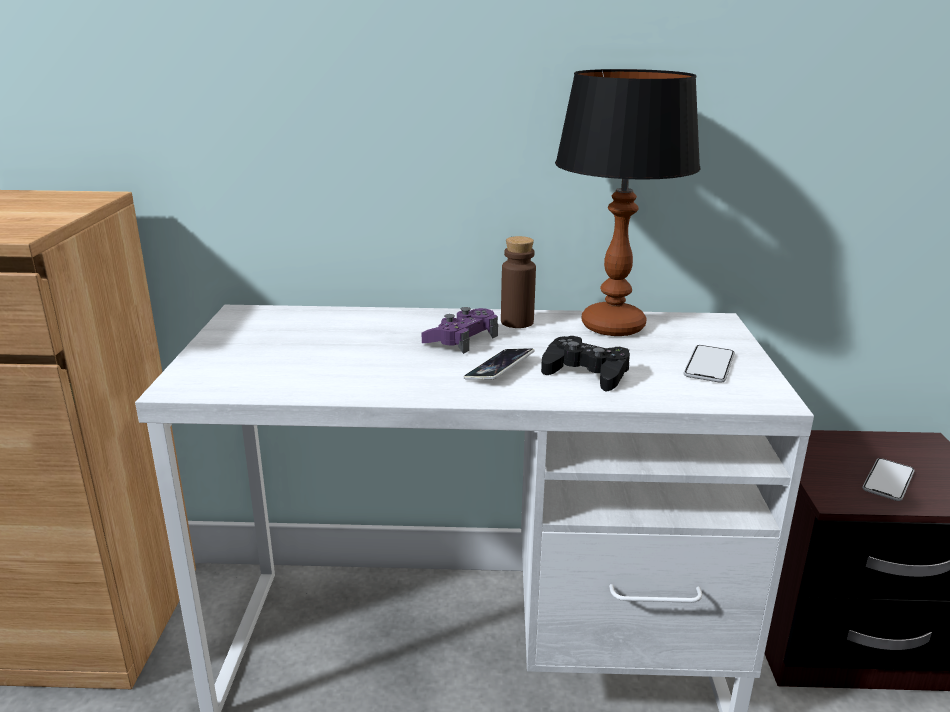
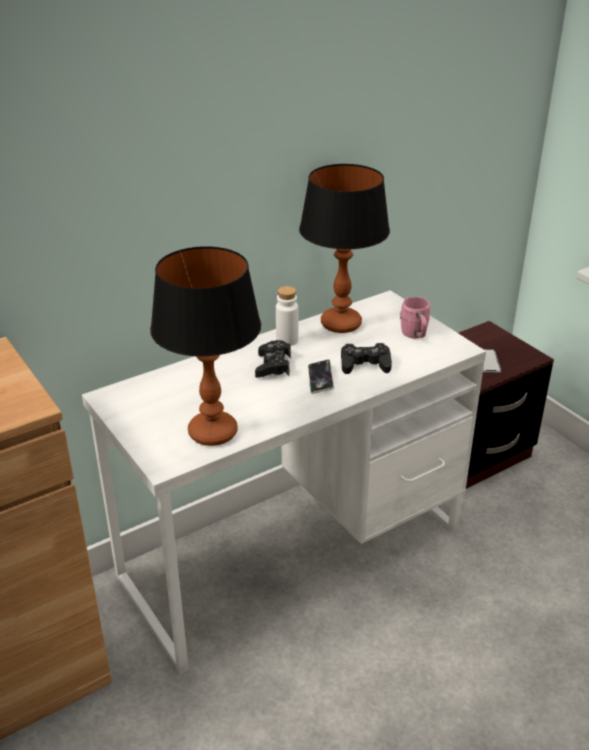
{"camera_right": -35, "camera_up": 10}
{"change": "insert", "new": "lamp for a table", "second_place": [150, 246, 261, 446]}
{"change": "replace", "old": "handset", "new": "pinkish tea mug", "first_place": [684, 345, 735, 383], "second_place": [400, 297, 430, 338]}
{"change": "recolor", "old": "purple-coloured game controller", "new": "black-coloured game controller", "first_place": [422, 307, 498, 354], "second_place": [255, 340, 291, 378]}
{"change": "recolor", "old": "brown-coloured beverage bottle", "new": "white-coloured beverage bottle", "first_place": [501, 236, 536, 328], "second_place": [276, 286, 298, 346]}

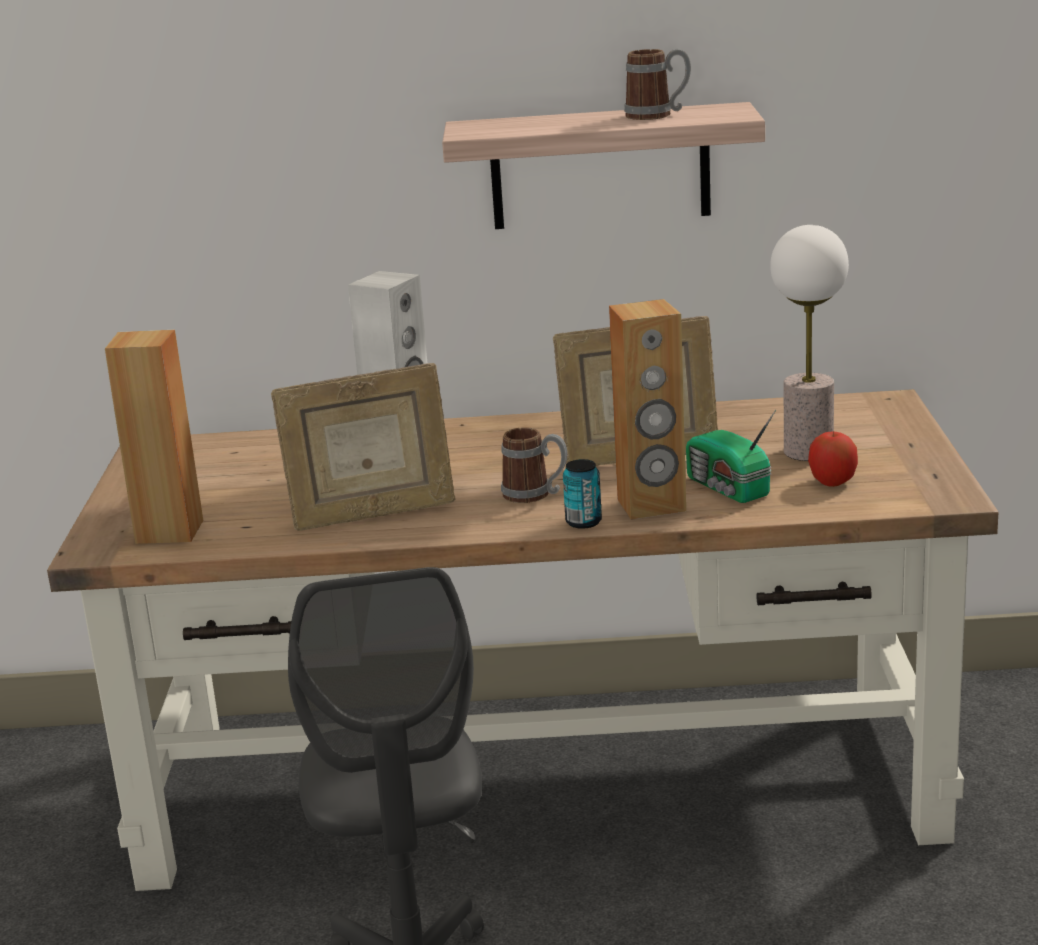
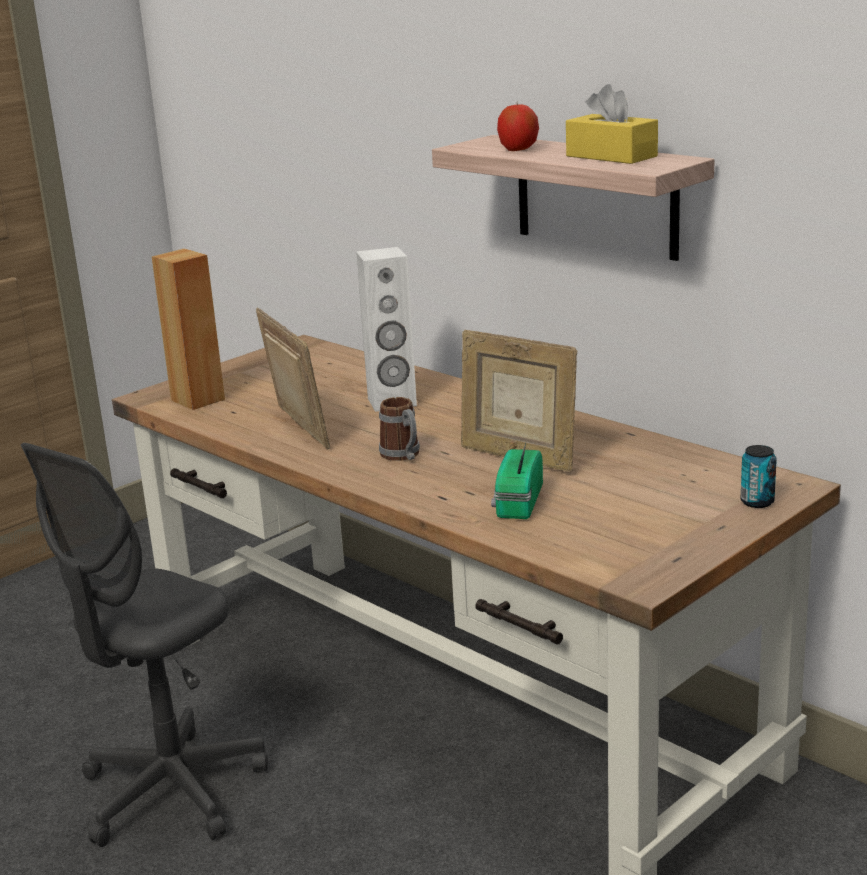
{"camera_right": 45, "camera_up": 0}
{"change": "delete", "old": "brown-coloured audio speaker", "first_place": [609, 299, 686, 520]}
{"change": "delete", "old": "lamp for a table", "first_place": [770, 225, 849, 461]}
{"change": "move", "old": "sealed can", "first_place": [563, 459, 602, 529], "second_place": [741, 445, 777, 508]}
{"change": "move", "old": "apple fruit", "first_place": [808, 431, 858, 487], "second_place": [497, 104, 539, 151]}
{"change": "replace", "old": "tea mug", "new": "yellow-coloured tissue box", "first_place": [624, 49, 691, 120], "second_place": [566, 84, 658, 164]}
{"change": "rotate", "old": "standing frame", "first_place": [271, 363, 455, 531], "second_place": [256, 308, 330, 449], "degrees": -150}

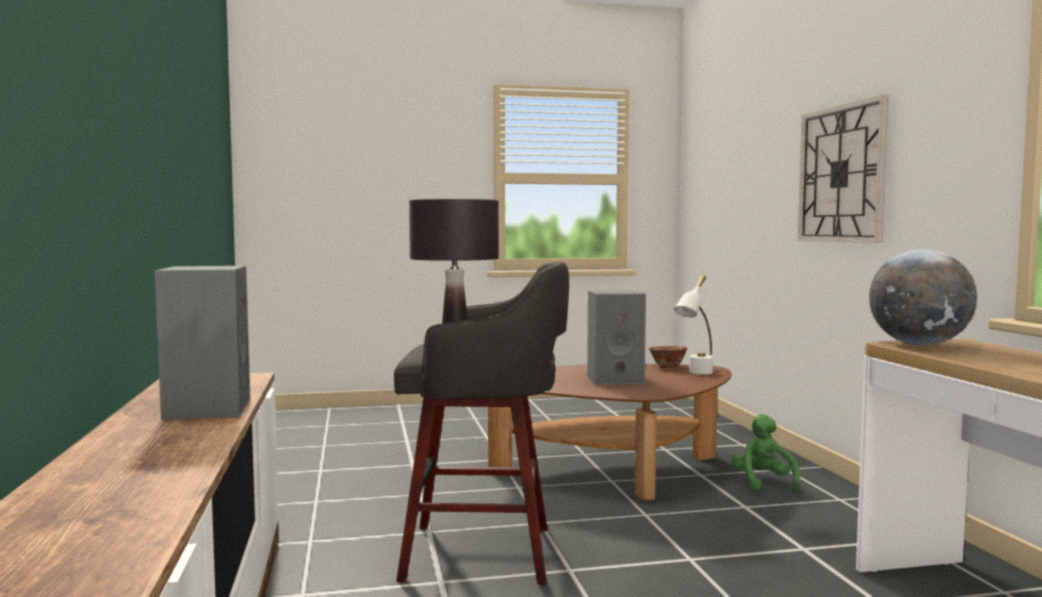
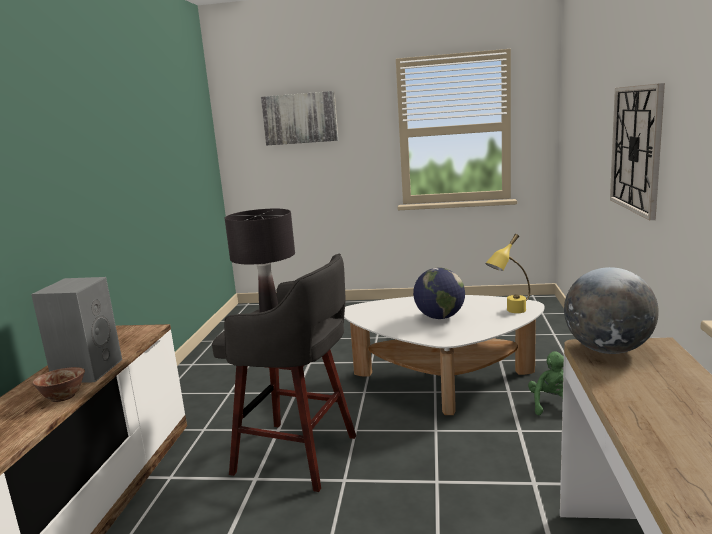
{"camera_right": 20, "camera_up": 10}
{"change": "insert", "new": "wall art", "second_place": [261, 91, 338, 145]}
{"change": "move", "old": "bowl", "first_place": [649, 346, 687, 368], "second_place": [32, 367, 85, 402]}
{"change": "replace", "old": "grey audio speaker", "new": "world globe", "first_place": [587, 290, 646, 385], "second_place": [413, 268, 465, 319]}
{"change": "recolor", "old": "brown-coloured low table", "new": "white-coloured low table", "first_place": [488, 364, 732, 500], "second_place": [344, 295, 544, 415]}
{"change": "recolor", "old": "white-coloured lamp for a table", "new": "yellow-coloured lamp for a table", "first_place": [674, 275, 713, 375], "second_place": [485, 234, 530, 313]}

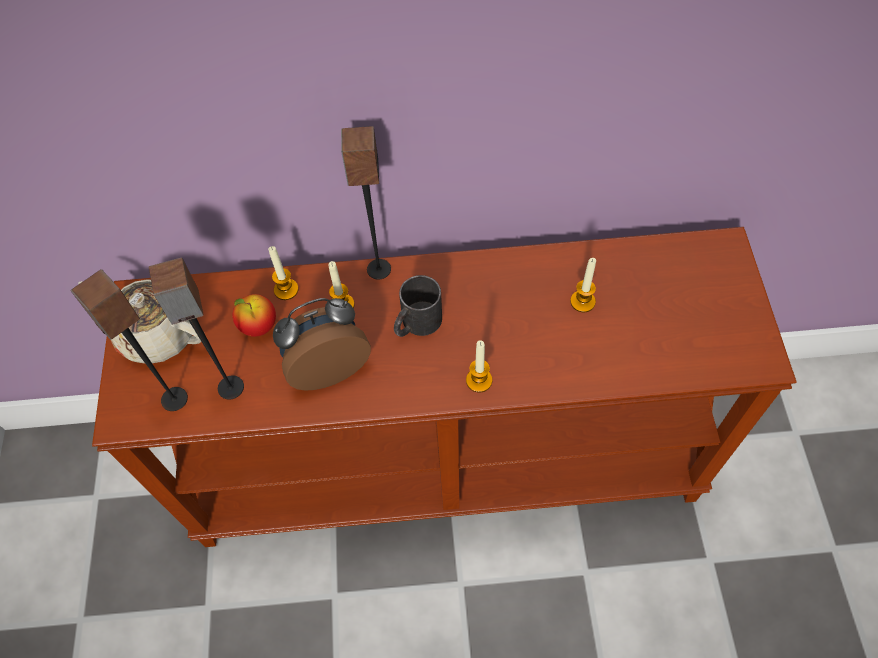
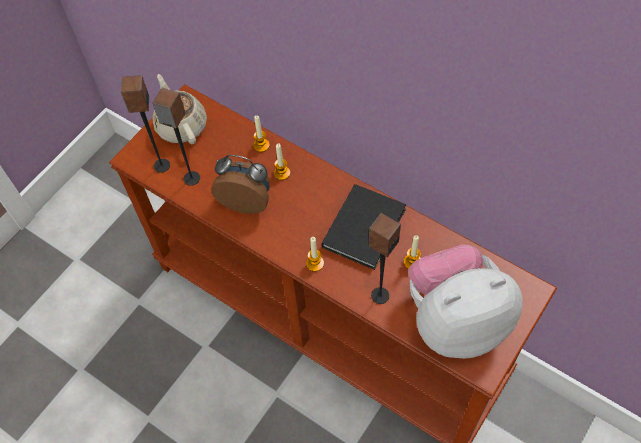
{"camera_right": 40, "camera_up": 0}
{"change": "delete", "old": "apple fruit", "first_place": [232, 294, 276, 337]}
{"change": "delete", "old": "black-coloured tea mug", "first_place": [394, 275, 442, 337]}
{"change": "insert", "new": "black-coloured book", "second_place": [322, 184, 406, 270]}
{"change": "insert", "new": "soft toy", "second_place": [409, 244, 523, 359]}
{"change": "move", "old": "audio speaker", "first_place": [341, 126, 391, 279], "second_place": [369, 213, 401, 304]}

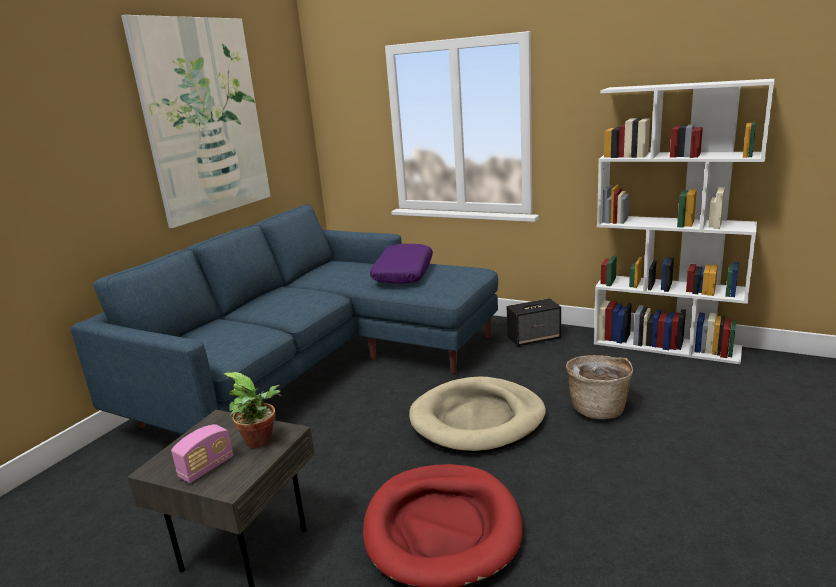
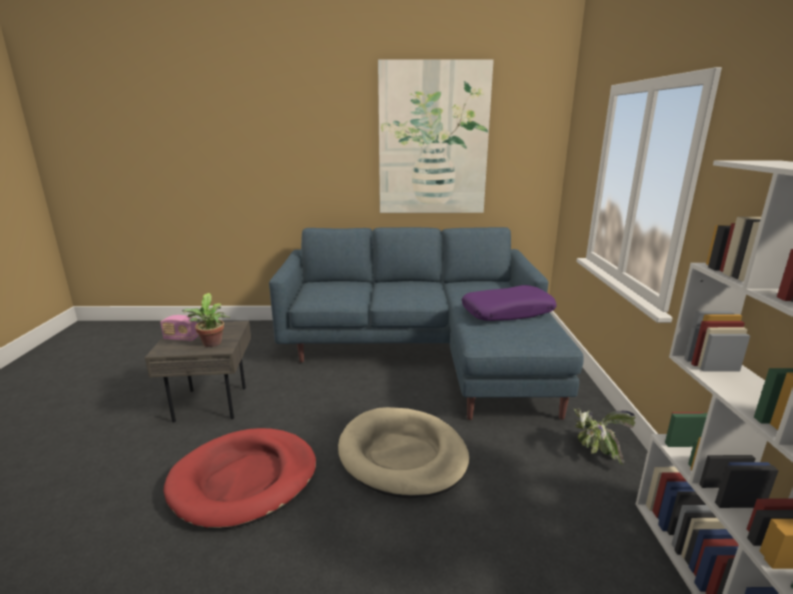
{"camera_right": 60, "camera_up": 0}
{"change": "delete", "old": "household basket", "first_place": [566, 355, 633, 419]}
{"change": "replace", "old": "audio speaker", "new": "houseplant", "first_place": [507, 298, 561, 347], "second_place": [574, 408, 636, 465]}

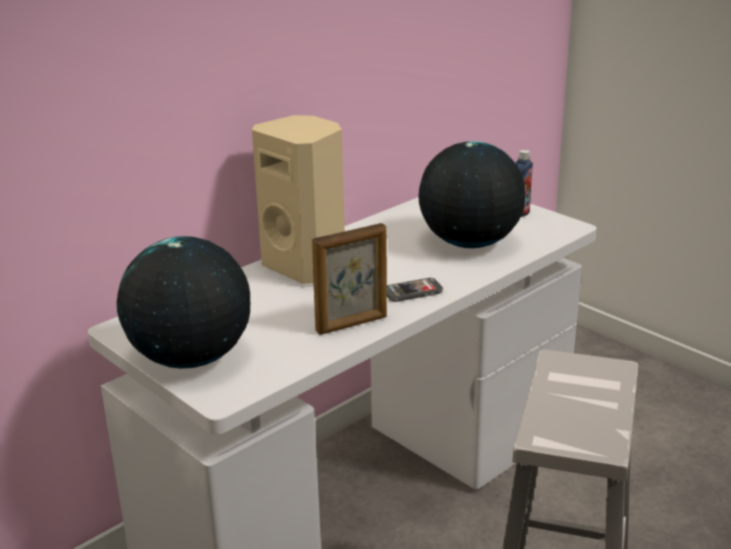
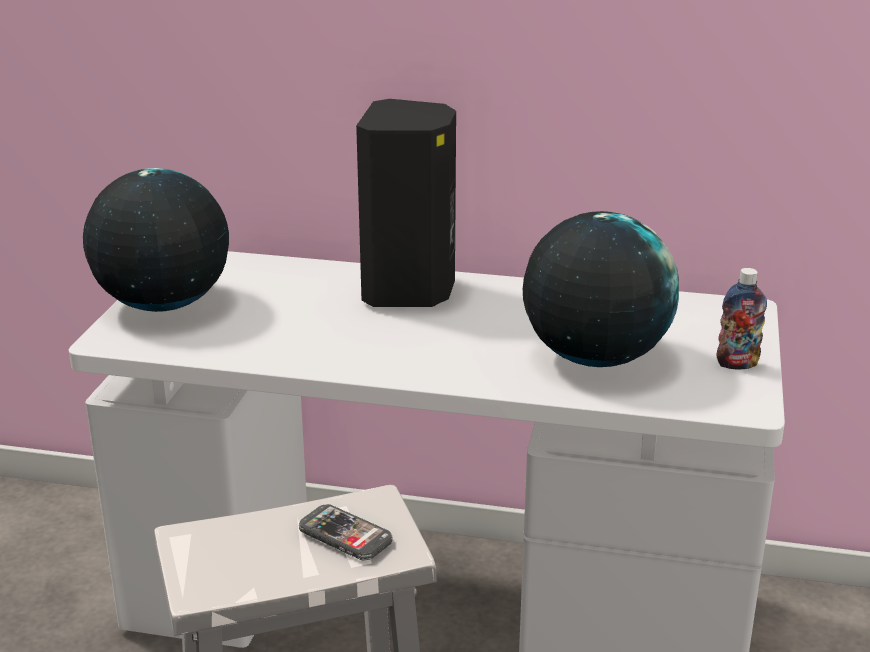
{"camera_right": 55, "camera_up": 0}
{"change": "delete", "old": "standing frame", "first_place": [312, 223, 387, 335]}
{"change": "move", "old": "handset", "first_place": [387, 278, 443, 302], "second_place": [299, 504, 393, 560]}
{"change": "recolor", "old": "beige audio speaker", "new": "black-coloured audio speaker", "first_place": [252, 115, 345, 284], "second_place": [356, 99, 456, 307]}

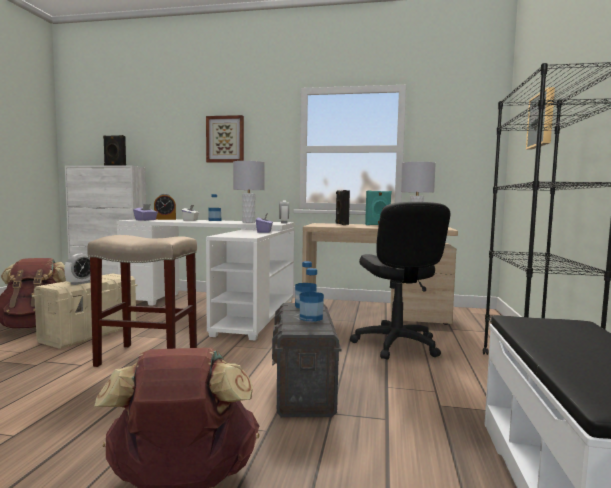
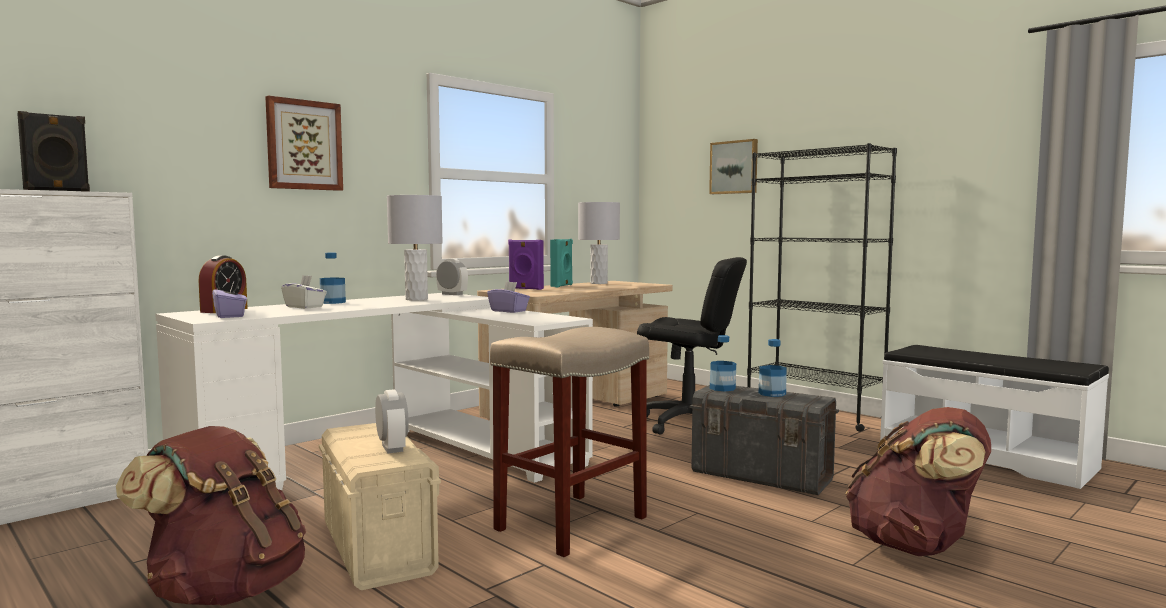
{"camera_right": -55, "camera_up": 0}
{"change": "recolor", "old": "black-coloured audio speaker", "new": "purple-coloured audio speaker", "first_place": [335, 190, 350, 225], "second_place": [508, 240, 544, 290]}

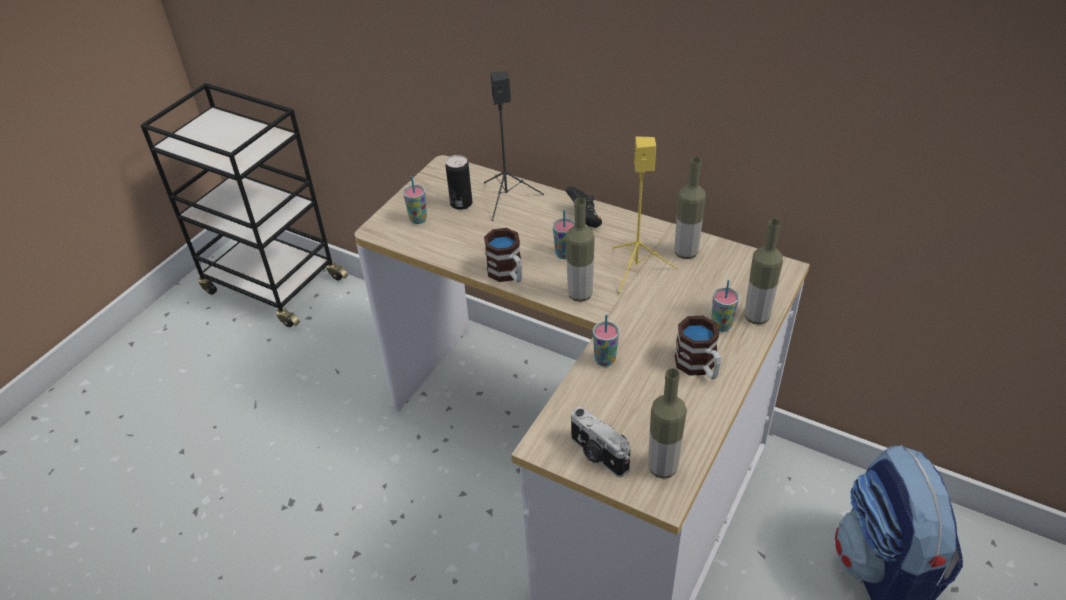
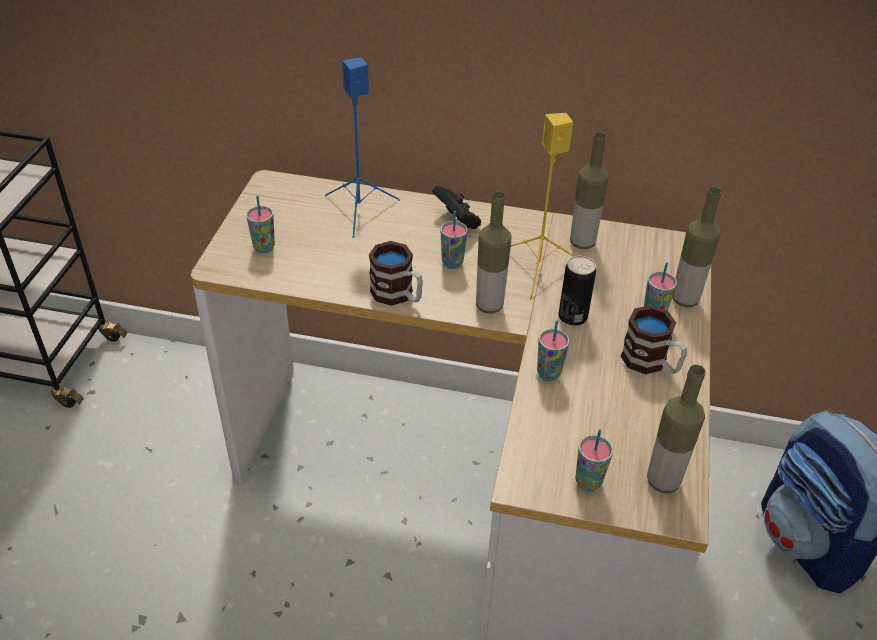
{"camera_right": -20, "camera_up": 0}
{"change": "move", "old": "sealed can", "first_place": [446, 155, 472, 210], "second_place": [558, 255, 596, 325]}
{"change": "replace", "old": "photo camera", "new": "small cup", "first_place": [571, 406, 631, 477], "second_place": [575, 429, 613, 492]}
{"change": "recolor", "old": "black-coloured audio speaker", "new": "blue-coloured audio speaker", "first_place": [484, 71, 544, 221], "second_place": [325, 57, 400, 238]}

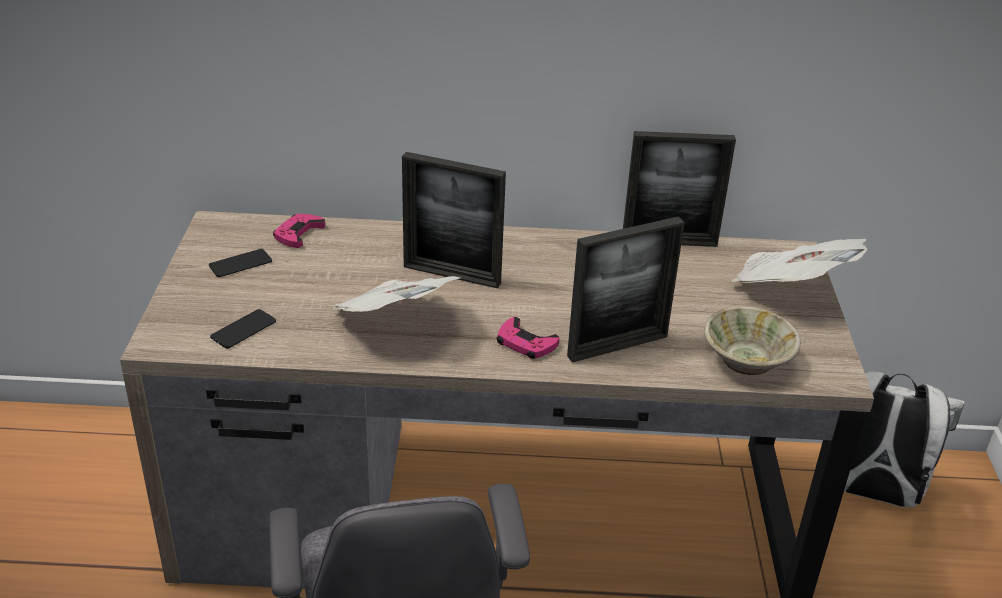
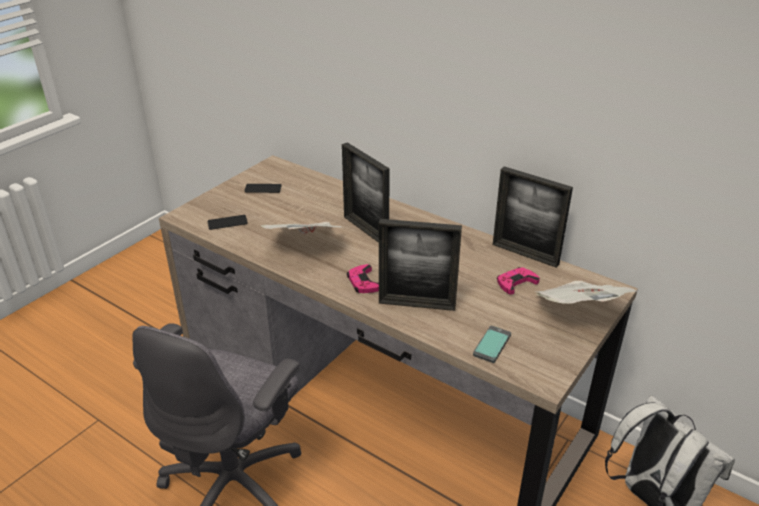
{"camera_right": 35, "camera_up": 0}
{"change": "move", "old": "pinkish game controller", "first_place": [273, 214, 325, 248], "second_place": [497, 267, 540, 294]}
{"change": "replace", "old": "beige bowl", "new": "handset", "first_place": [704, 307, 801, 375], "second_place": [473, 326, 511, 363]}

